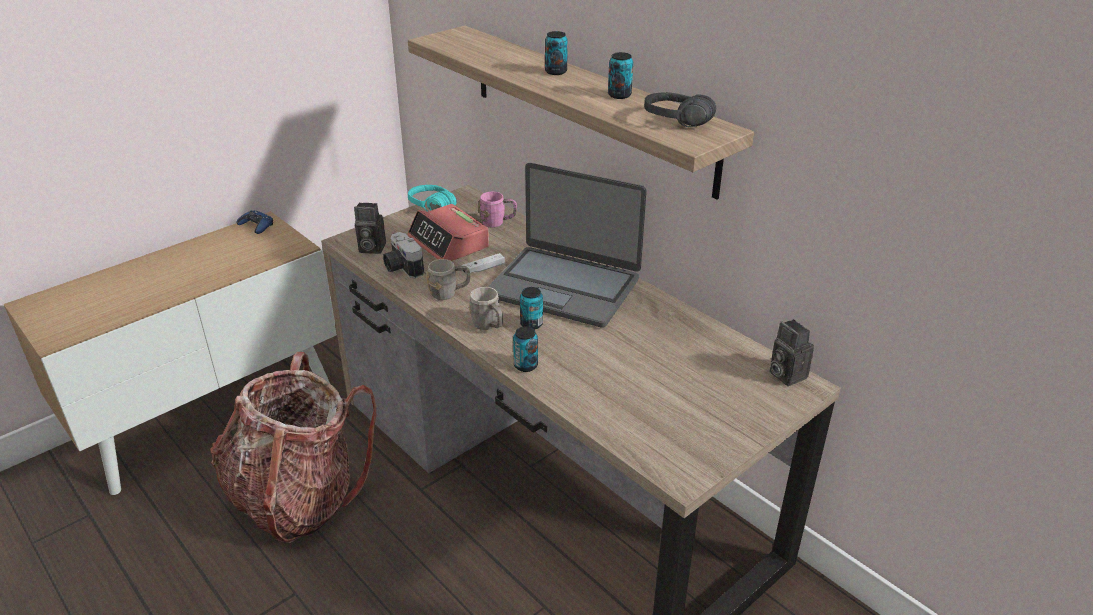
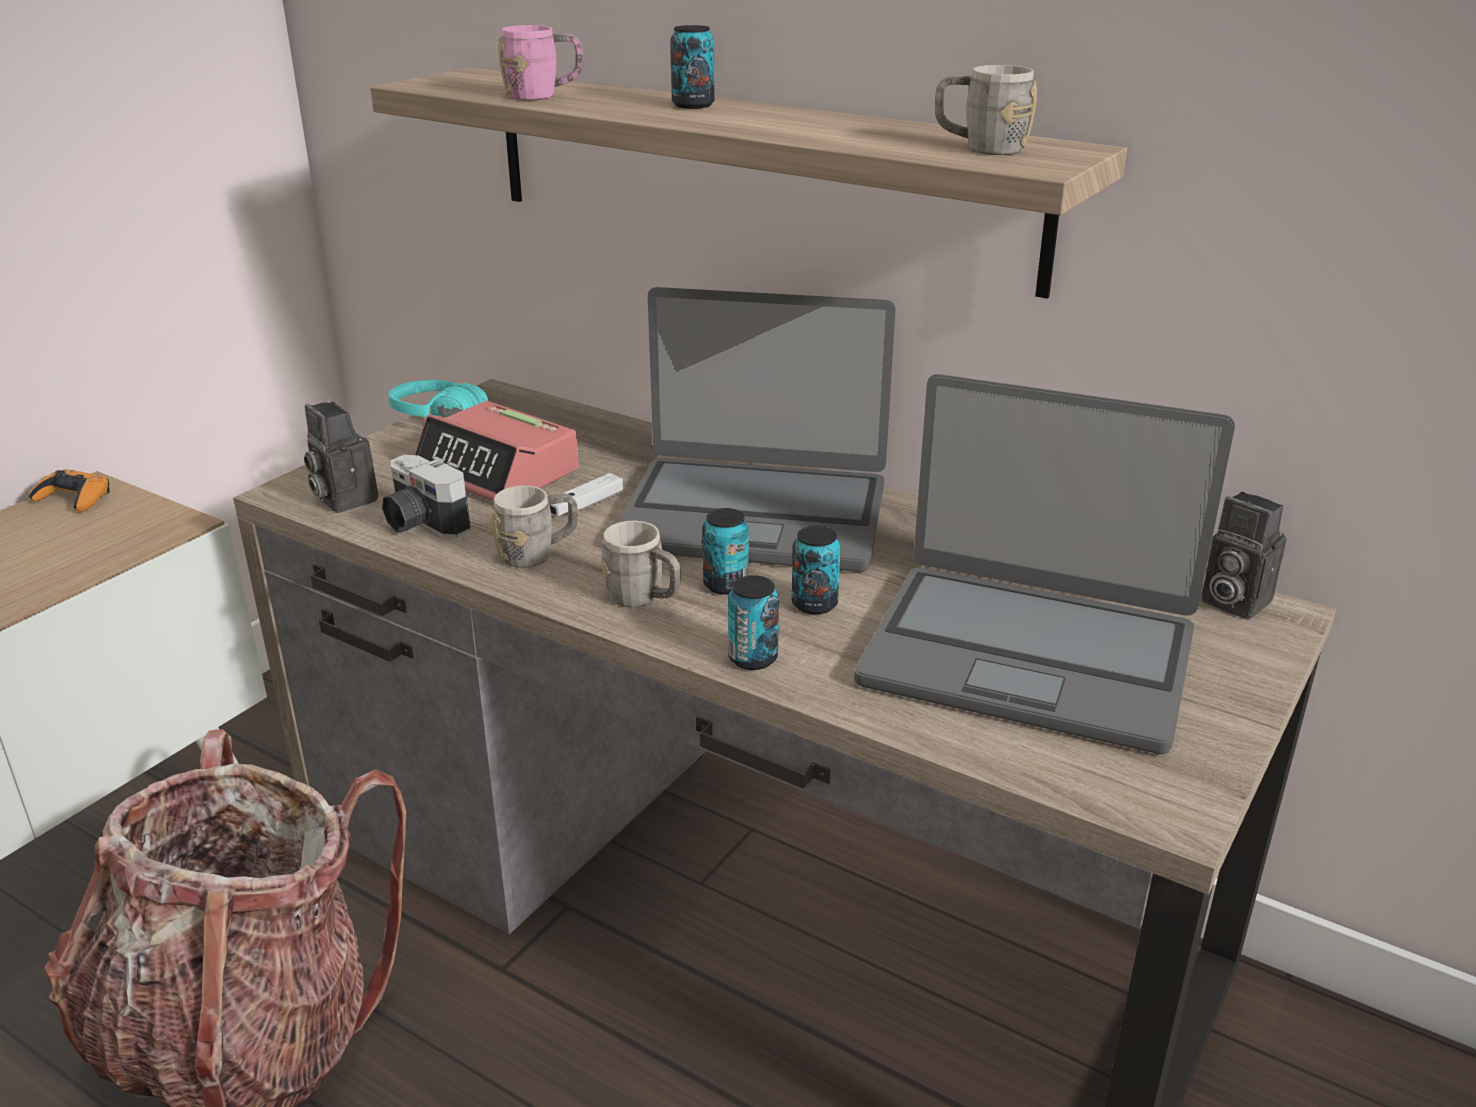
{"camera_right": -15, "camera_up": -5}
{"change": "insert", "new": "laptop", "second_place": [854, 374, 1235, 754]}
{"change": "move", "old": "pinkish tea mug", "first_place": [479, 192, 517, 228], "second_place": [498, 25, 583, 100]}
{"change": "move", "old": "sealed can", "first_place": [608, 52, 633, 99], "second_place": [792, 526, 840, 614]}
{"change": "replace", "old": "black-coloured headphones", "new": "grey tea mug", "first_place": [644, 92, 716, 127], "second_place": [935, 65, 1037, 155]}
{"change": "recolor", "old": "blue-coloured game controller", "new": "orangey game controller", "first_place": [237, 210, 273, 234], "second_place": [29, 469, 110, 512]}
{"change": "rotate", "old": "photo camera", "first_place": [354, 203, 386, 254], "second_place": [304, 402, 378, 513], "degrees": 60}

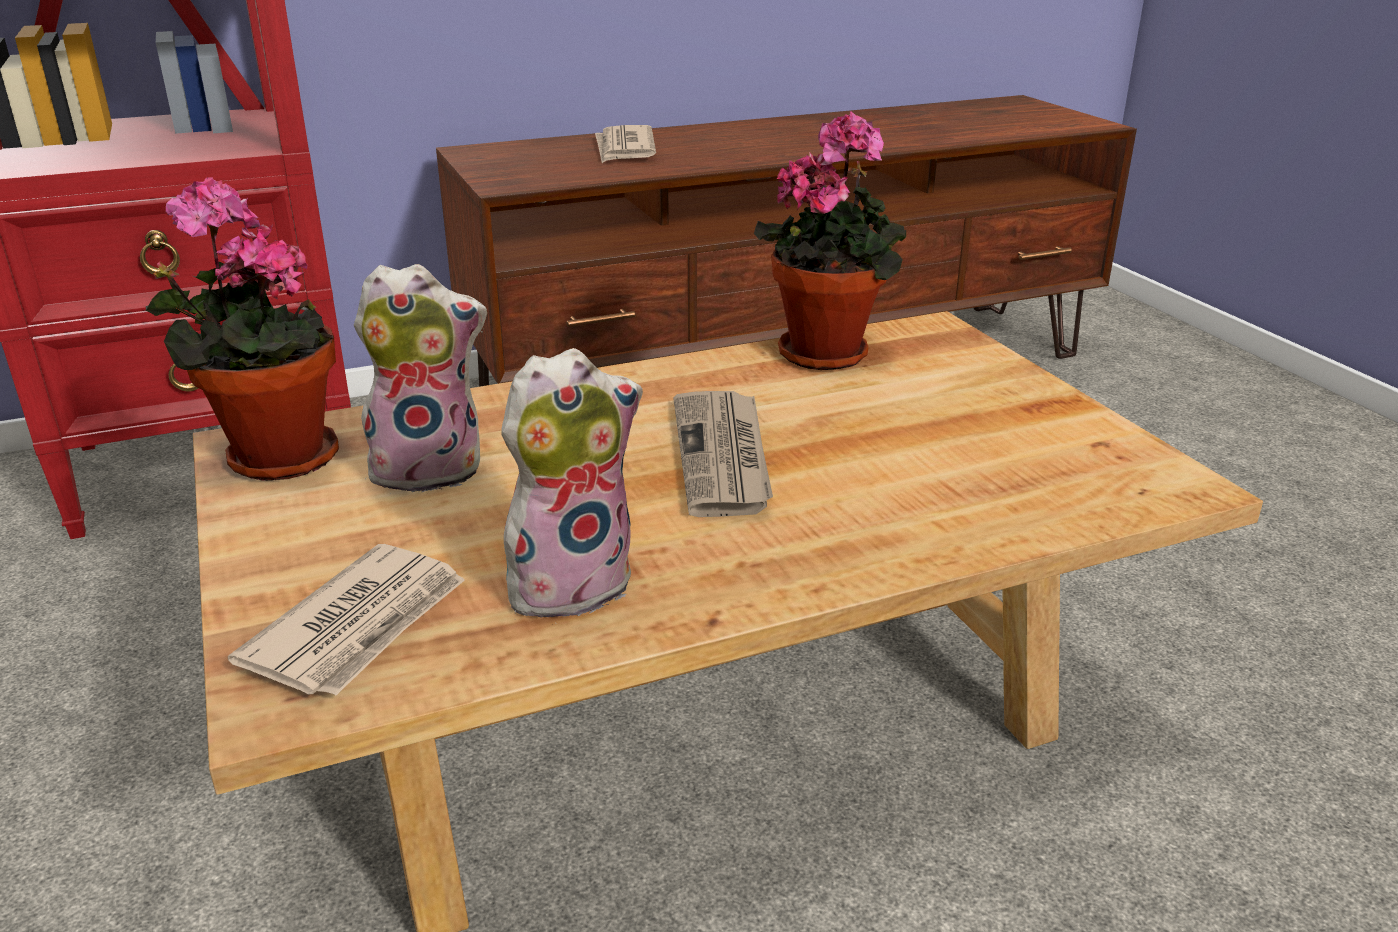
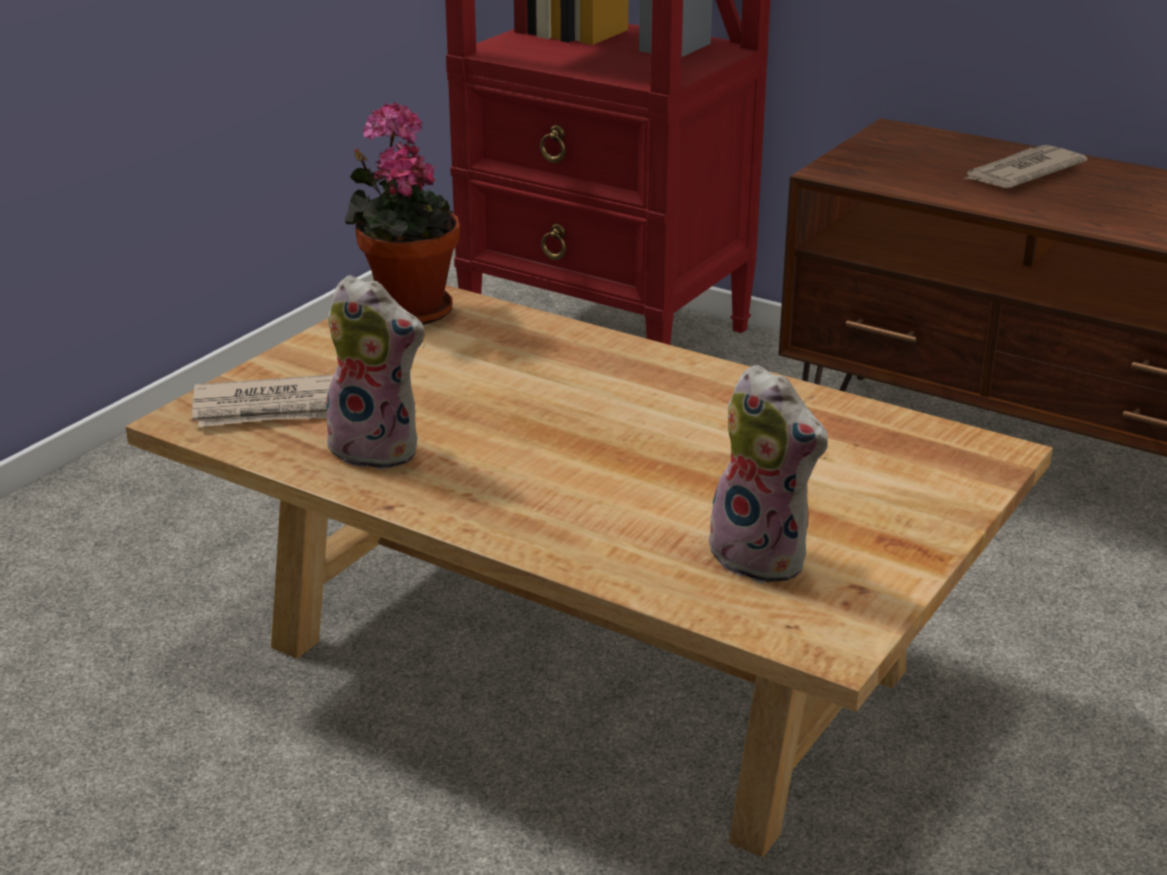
{"camera_right": 55, "camera_up": 0}
{"change": "delete", "old": "daily paper", "first_place": [673, 391, 773, 517]}
{"change": "delete", "old": "houseplant", "first_place": [754, 111, 906, 370]}
{"change": "move", "old": "soft toy", "first_place": [354, 264, 487, 494], "second_place": [705, 365, 828, 584]}

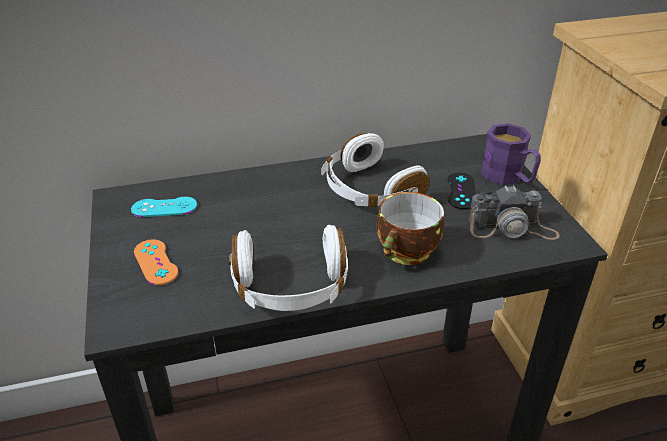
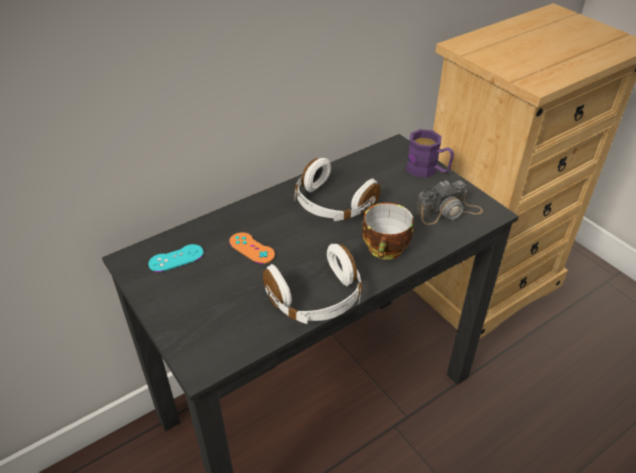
{"camera_right": -20, "camera_up": 5}
{"change": "delete", "old": "black-coloured game controller", "first_place": [447, 172, 476, 210]}
{"change": "move", "old": "orangey game controller", "first_place": [134, 239, 178, 285], "second_place": [229, 232, 275, 264]}

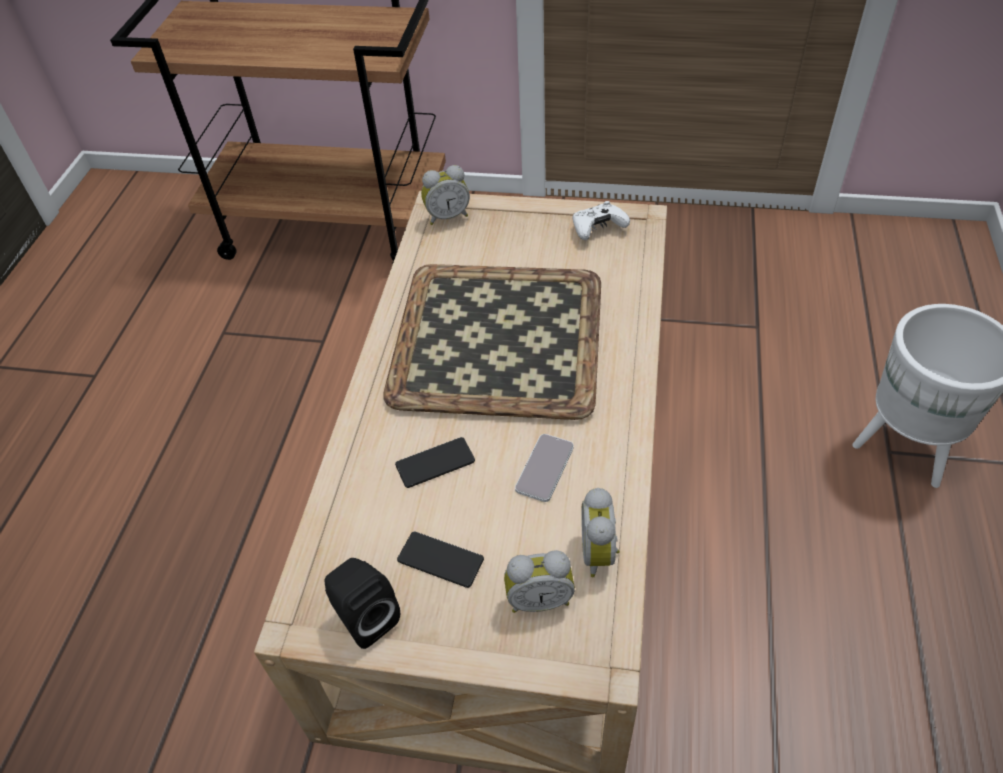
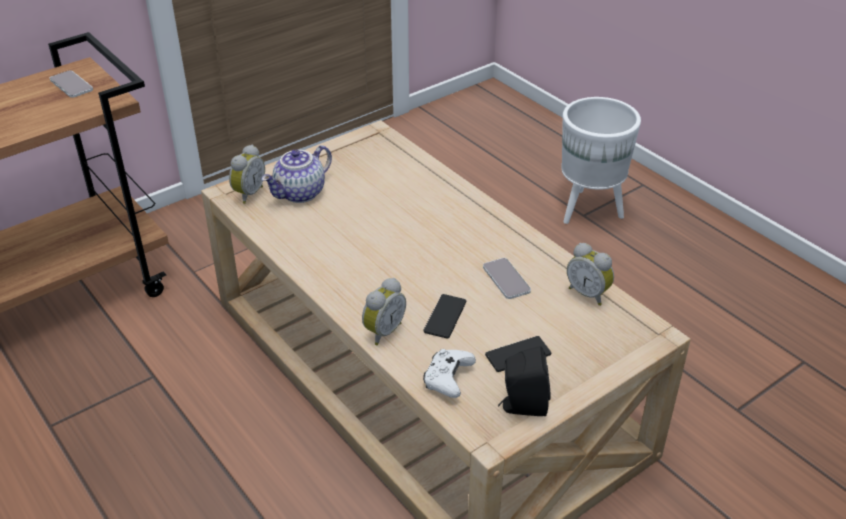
{"camera_right": -50, "camera_up": -10}
{"change": "delete", "old": "tray", "first_place": [383, 264, 601, 420]}
{"change": "insert", "new": "handset", "second_place": [50, 70, 93, 98]}
{"change": "insert", "new": "pot for tea", "second_place": [261, 145, 332, 203]}
{"change": "move", "old": "table clock", "first_place": [504, 550, 575, 613], "second_place": [362, 278, 406, 345]}
{"change": "move", "old": "white-coloured game controller", "first_place": [573, 201, 630, 240], "second_place": [423, 349, 476, 398]}

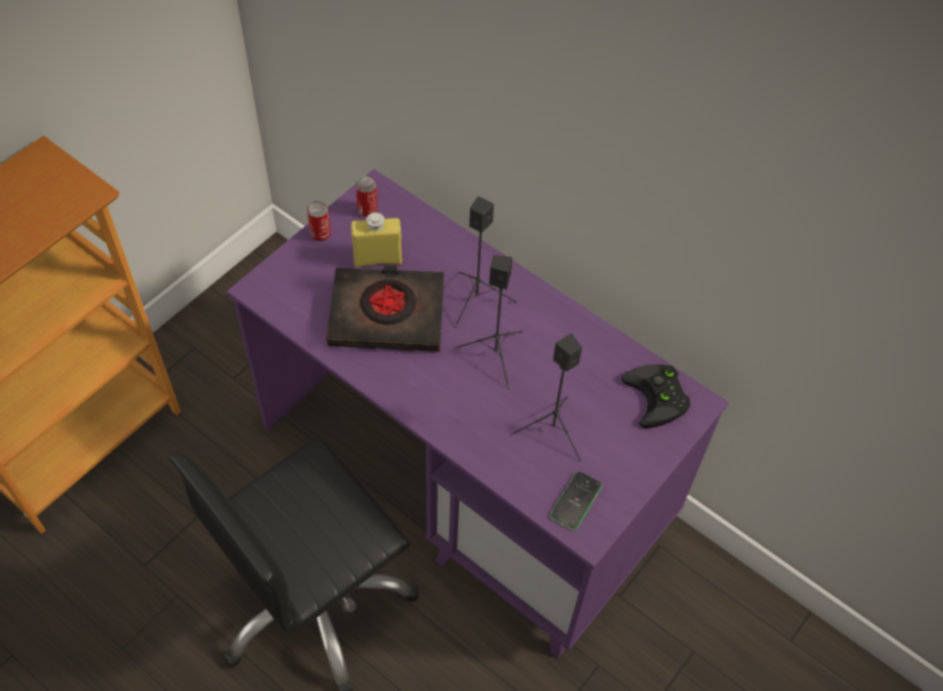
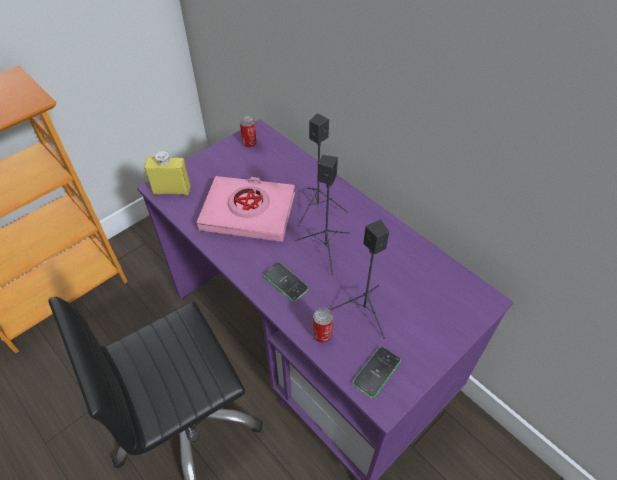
{"camera_right": 10, "camera_up": -5}
{"change": "delete", "old": "black-coloured game controller", "first_place": [621, 364, 690, 428]}
{"change": "insert", "new": "handset", "second_place": [263, 262, 309, 302]}
{"change": "move", "old": "sealed can", "first_place": [307, 201, 331, 241], "second_place": [313, 307, 333, 343]}
{"change": "move", "old": "yellow-coloured beverage bottle", "first_place": [351, 213, 402, 267], "second_place": [144, 151, 190, 195]}
{"change": "recolor", "old": "black-coloured book", "new": "pinkish book", "first_place": [326, 266, 444, 352], "second_place": [197, 176, 295, 242]}

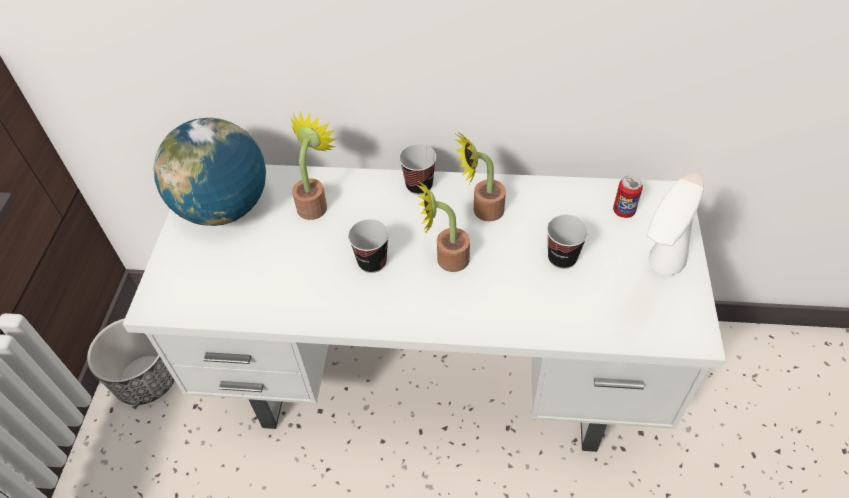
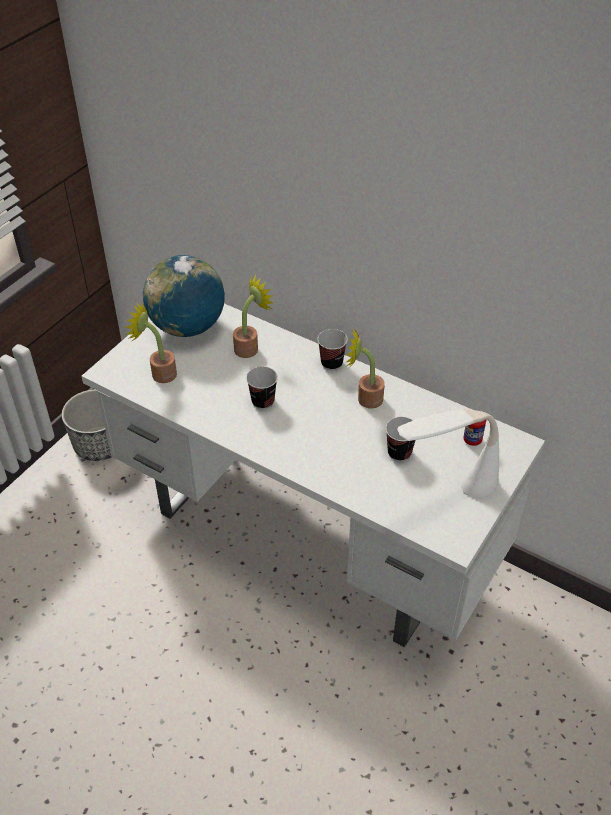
{"camera_right": 25, "camera_up": -5}
{"change": "move", "old": "houseplant", "first_place": [417, 180, 470, 272], "second_place": [125, 300, 177, 383]}

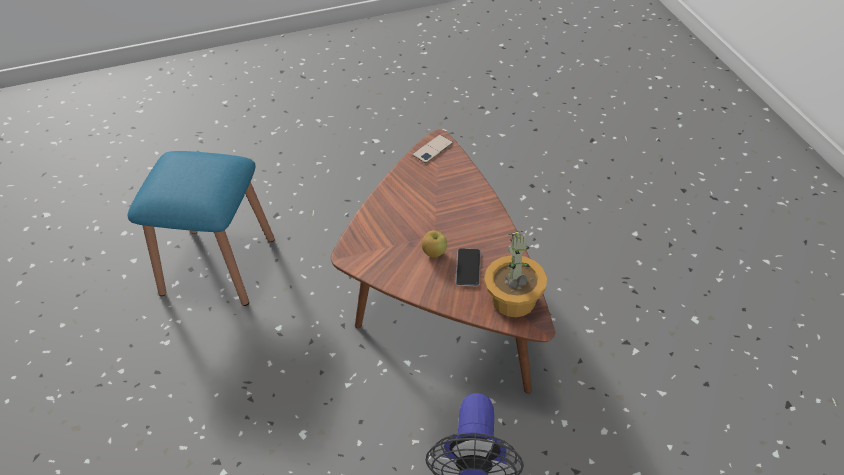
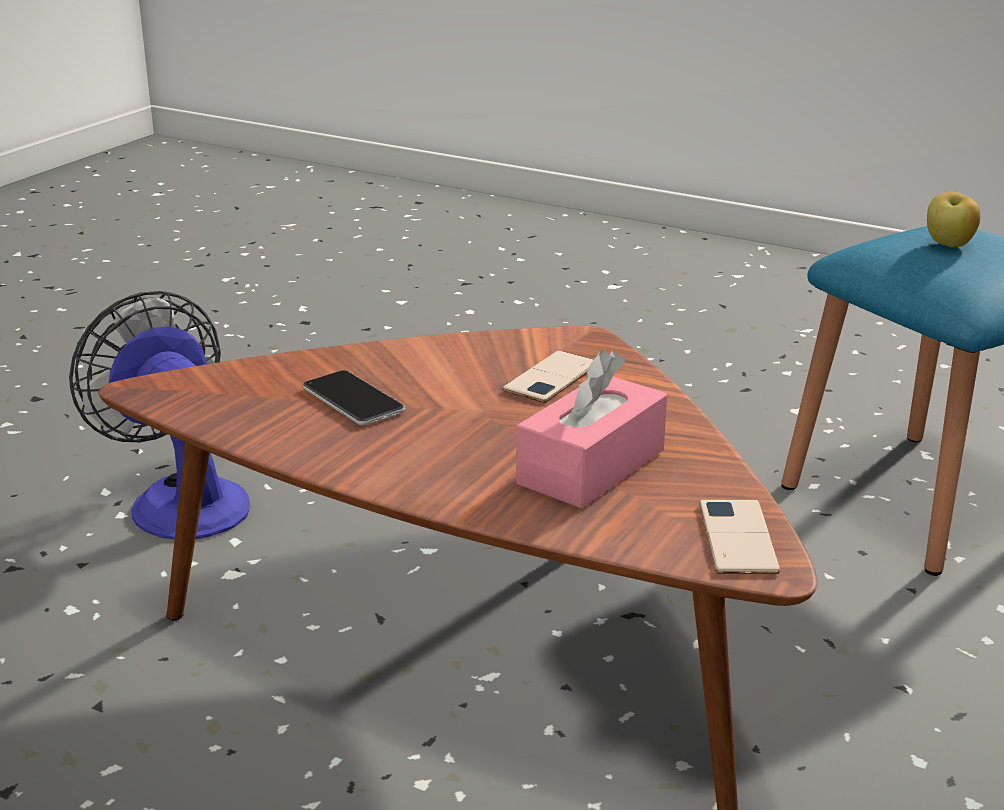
{"camera_right": 135, "camera_up": -20}
{"change": "delete", "old": "houseplant", "first_place": [484, 231, 547, 317]}
{"change": "insert", "new": "handset", "second_place": [502, 351, 593, 403]}
{"change": "insert", "new": "pinkish tissue box", "second_place": [516, 351, 667, 509]}
{"change": "move", "old": "apple fruit", "first_place": [422, 230, 447, 257], "second_place": [927, 192, 980, 248]}

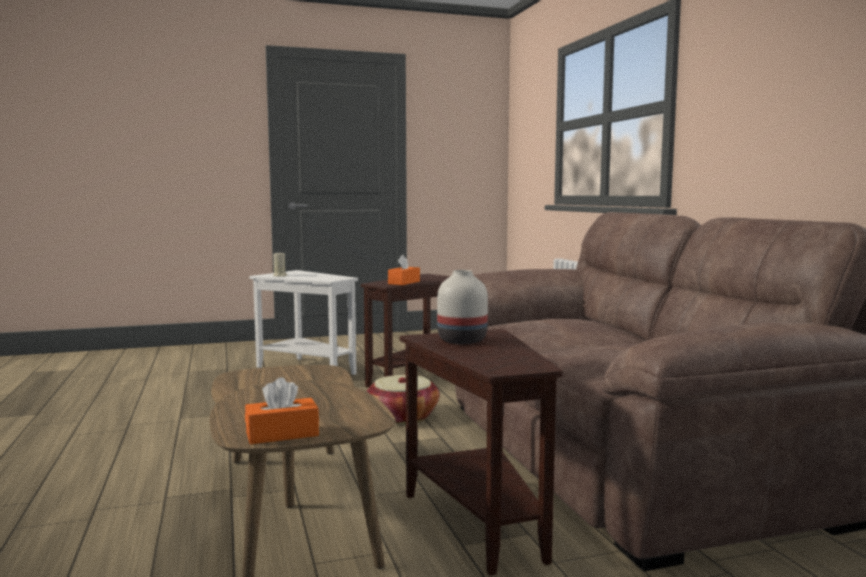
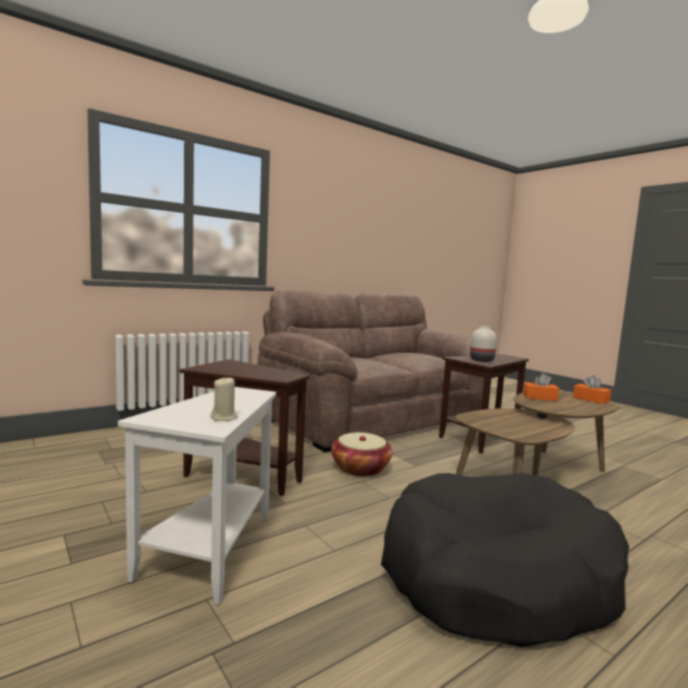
{"camera_right": -110, "camera_up": 0}
{"change": "insert", "new": "black-coloured dog bed", "second_place": [381, 473, 629, 648]}
{"change": "move", "old": "orangey tissue box", "first_place": [388, 255, 420, 285], "second_place": [523, 373, 559, 401]}

